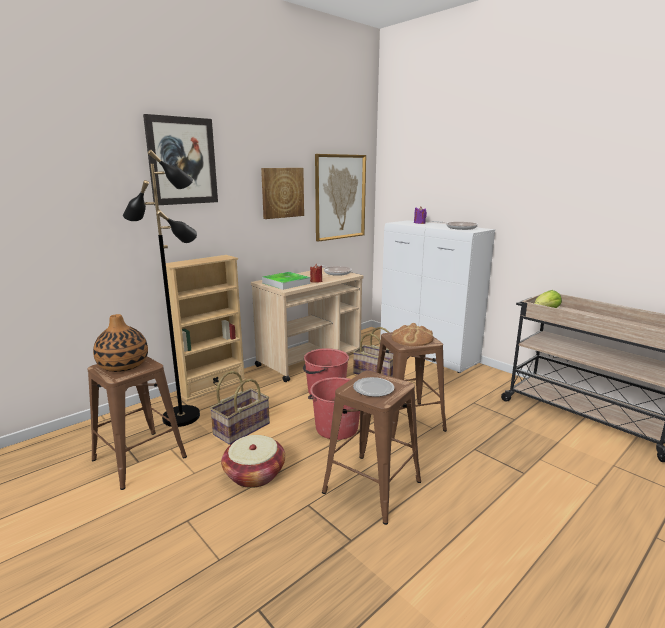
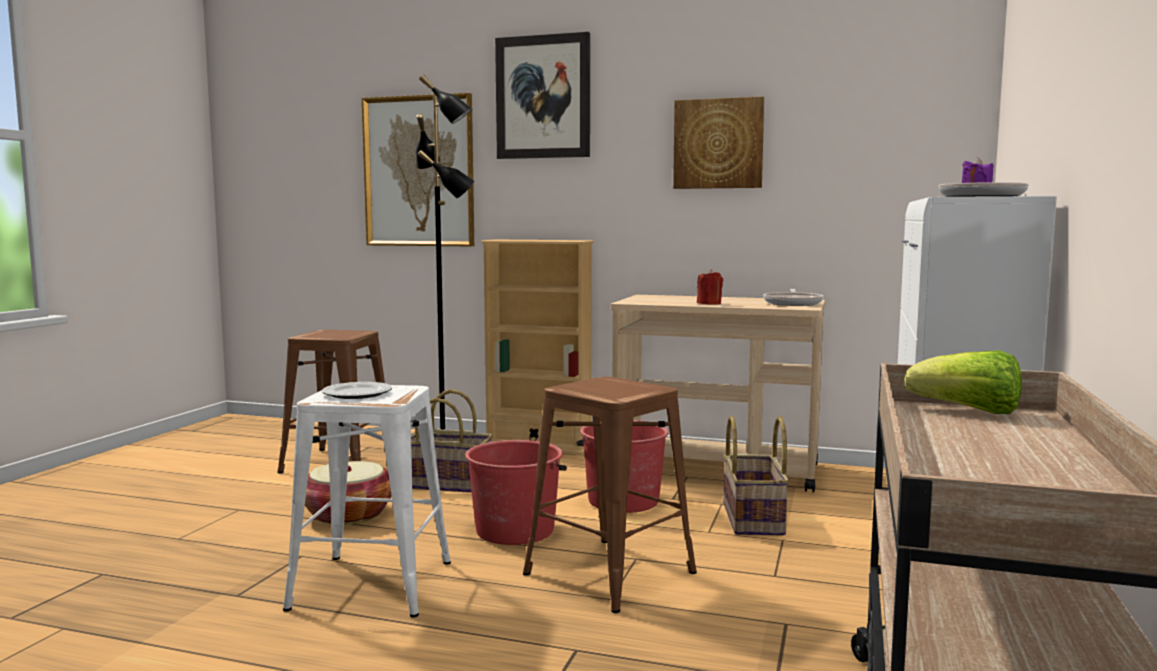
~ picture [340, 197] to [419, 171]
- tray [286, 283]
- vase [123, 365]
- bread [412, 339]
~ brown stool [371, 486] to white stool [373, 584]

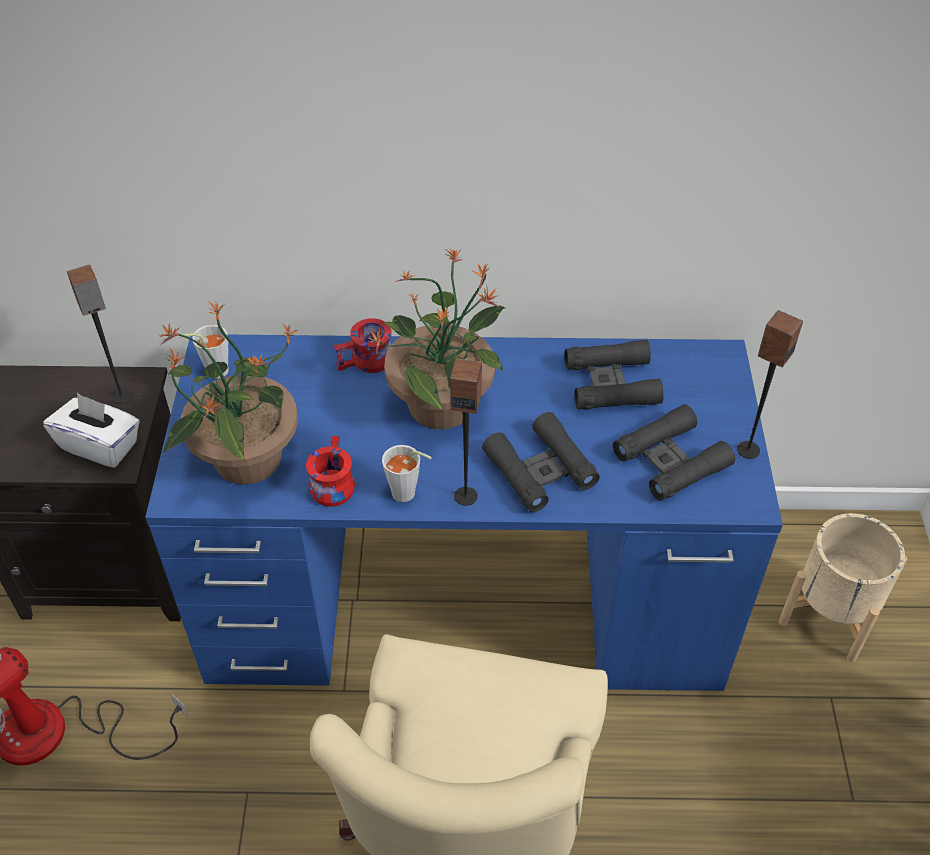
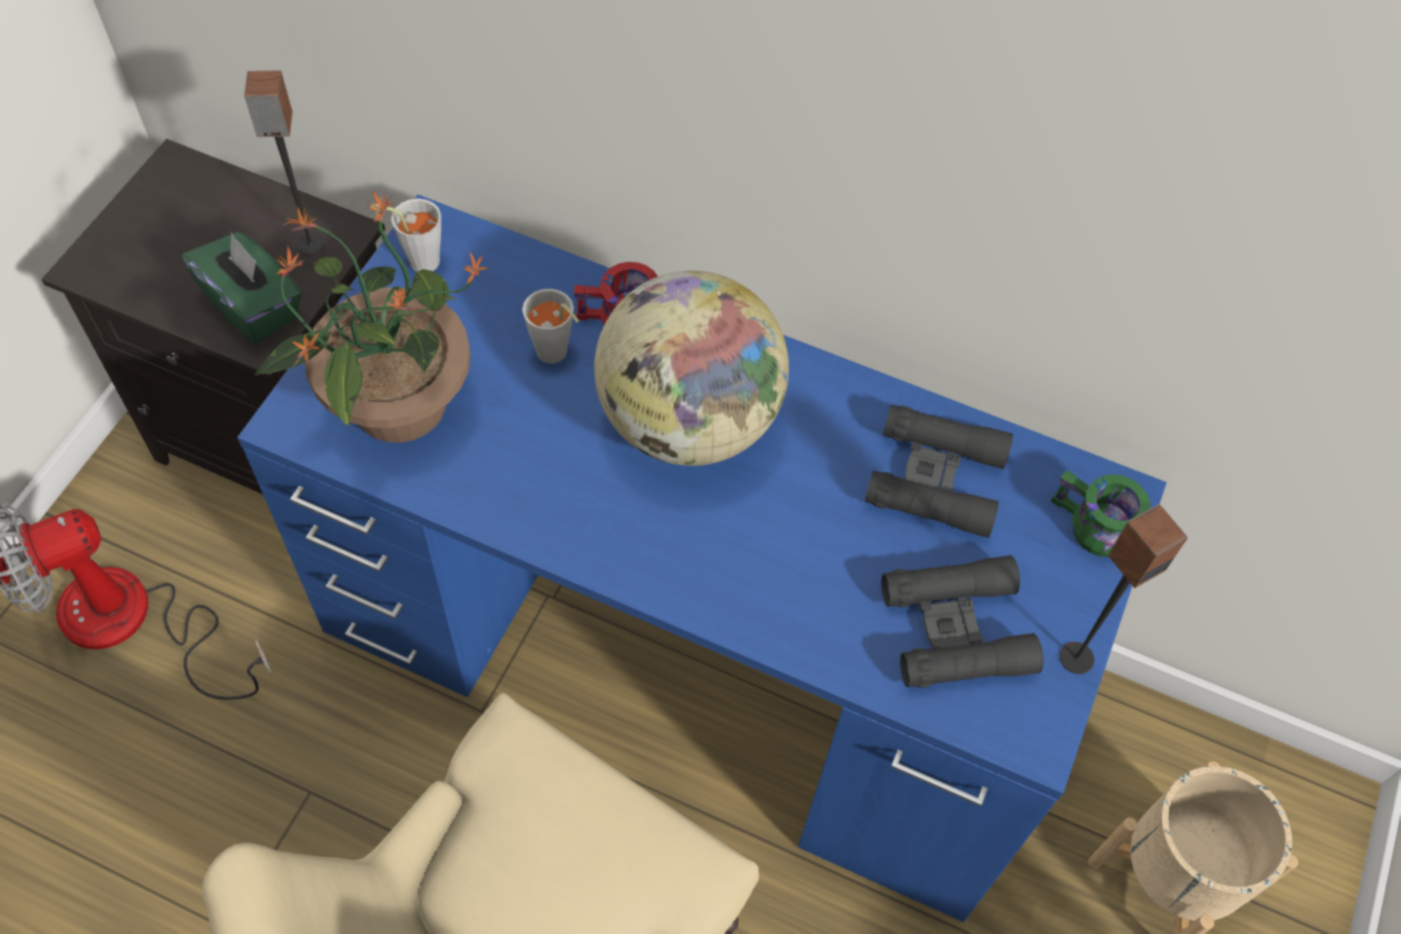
~ potted plant [443, 404] to globe [688, 422]
- speaker [466, 496]
~ white tissue box [100, 445] to green tissue box [253, 306]
- black binoculars [540, 470]
- red mug [330, 483]
~ grey cup [408, 495] to [555, 356]
+ green mug [1090, 528]

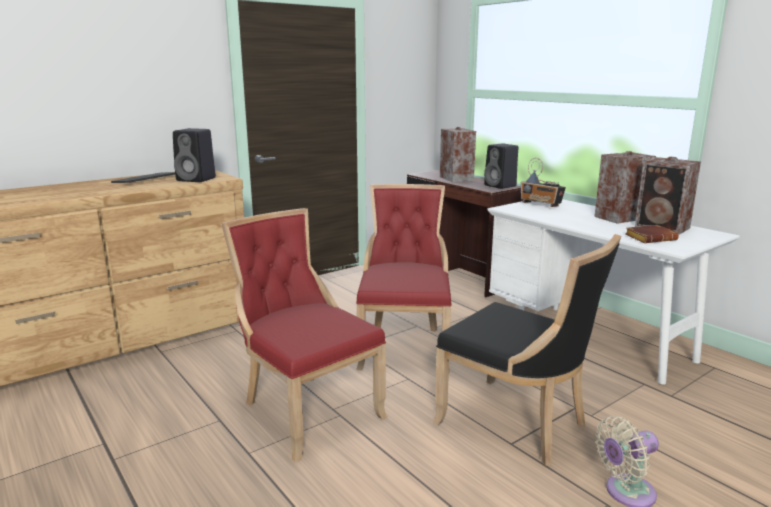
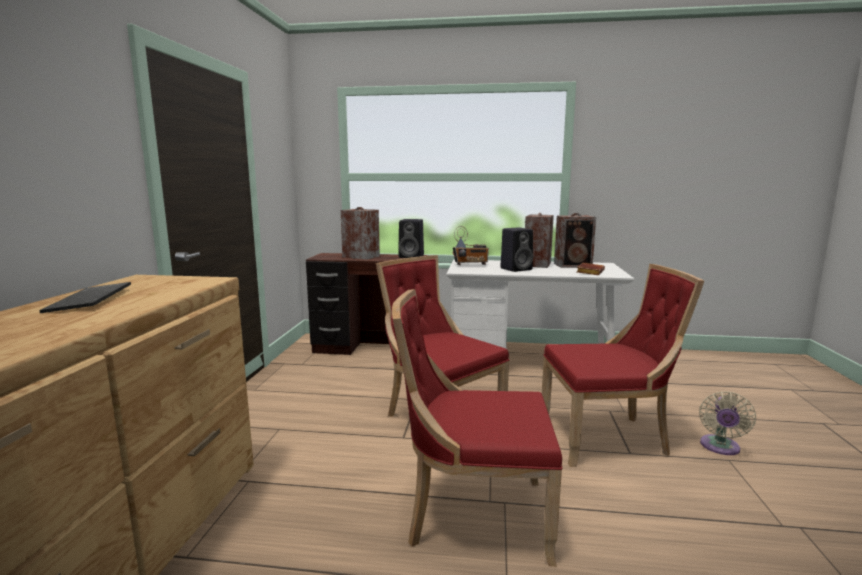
~ black speaker [197, 179] to [516, 269]
~ black chair [517, 424] to red chair [607, 438]

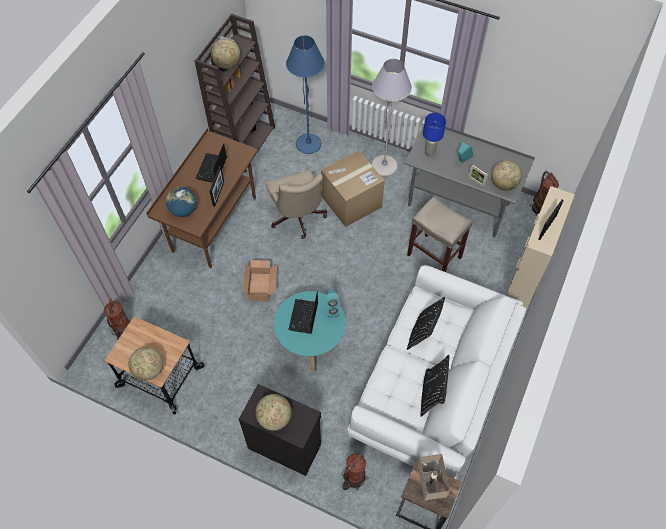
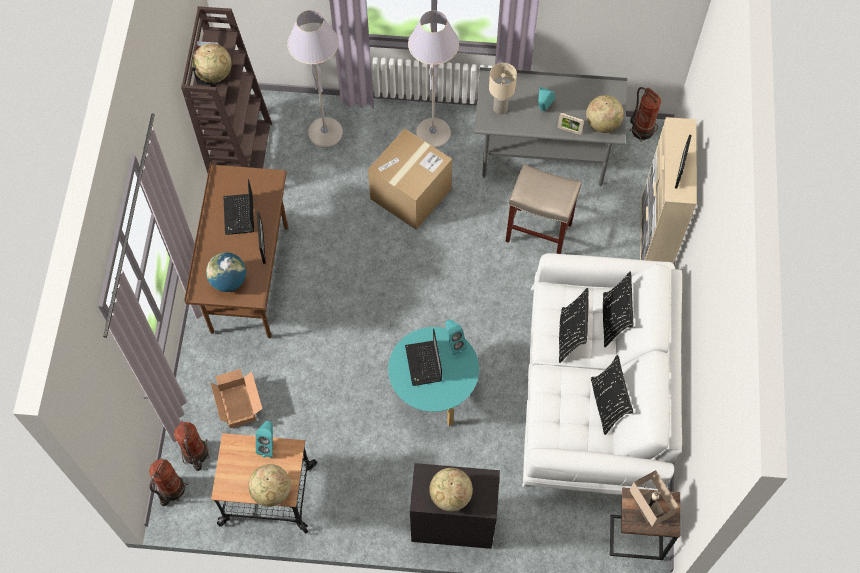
~ blue floor lamp [309, 144] to grey floor lamp [325, 133]
~ blue table lamp [429, 151] to beige table lamp [500, 108]
- beige office chair [297, 219]
~ cardboard box [261, 286] to [239, 404]
~ fire extinguisher [353, 478] to [171, 490]
+ black pillow [614, 320]
+ turquoise speaker [268, 445]

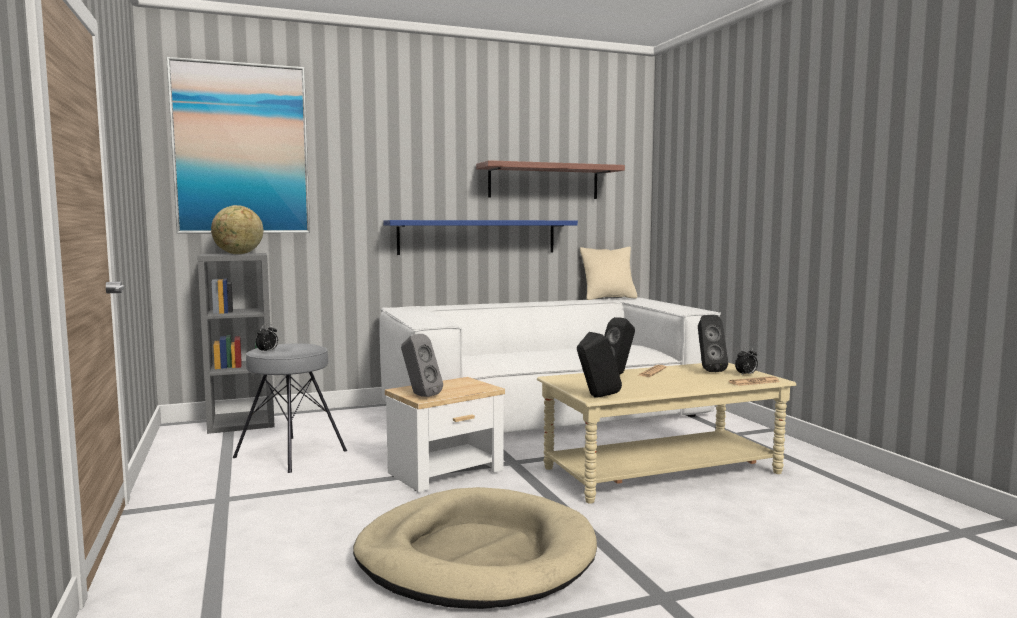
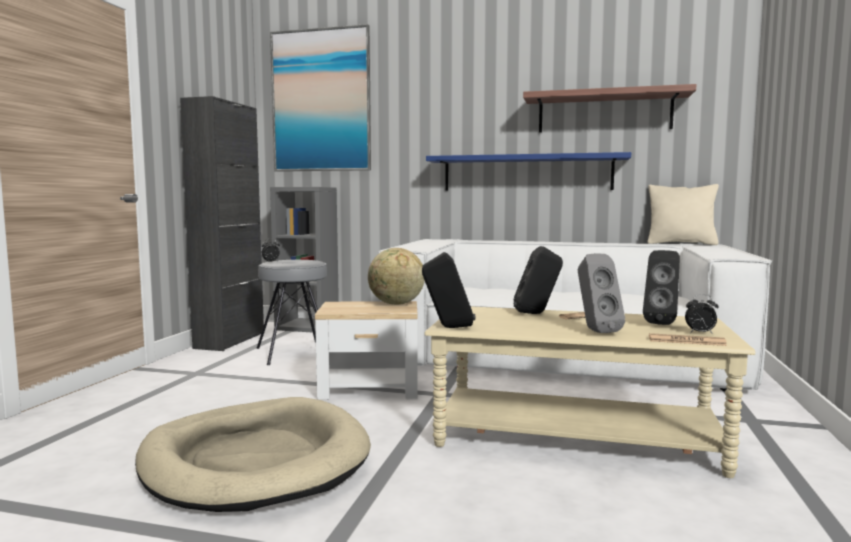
~ globe [238, 254] to [396, 304]
~ grey speaker [420, 395] to [595, 331]
+ black cabinet [230, 341]

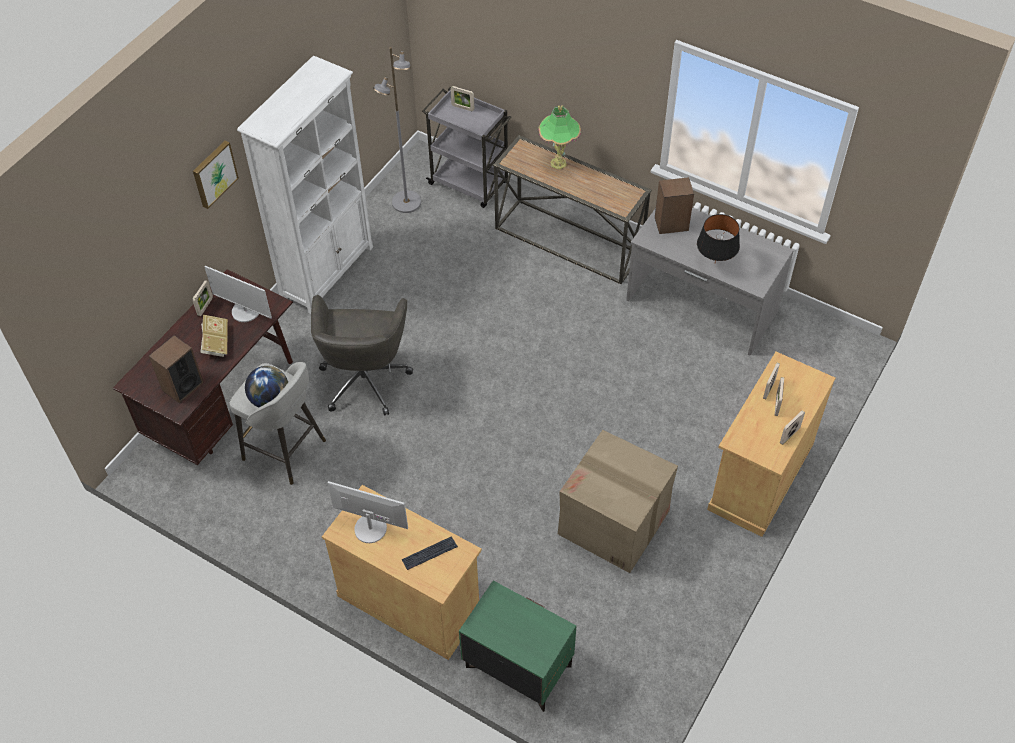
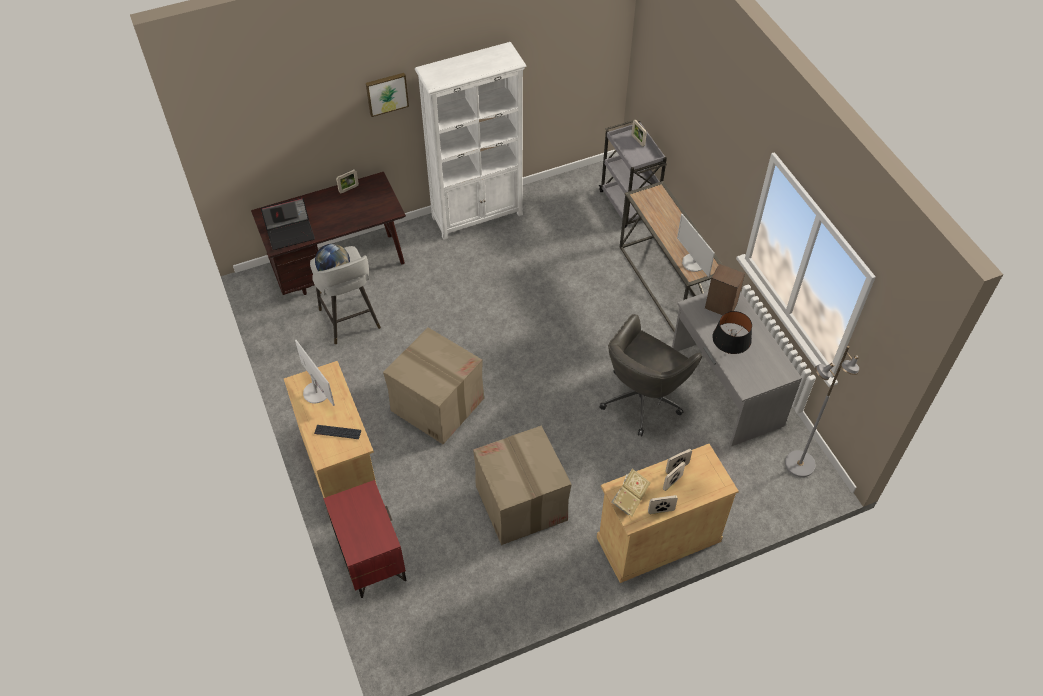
~ grey floor lamp [406, 203] to [799, 464]
- table lamp [558, 163]
~ monitor [246, 311] to [693, 263]
~ grey office chair [365, 378] to [642, 398]
~ book [216, 343] to [629, 498]
~ speaker [182, 386] to laptop [291, 232]
~ green nightstand [517, 667] to red nightstand [370, 557]
+ cardboard box [437, 404]

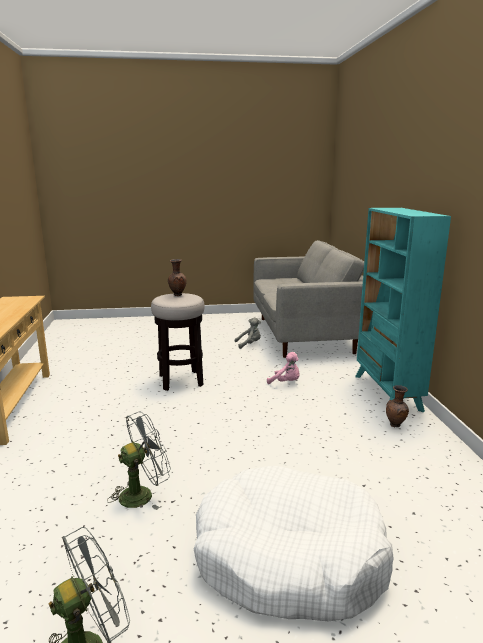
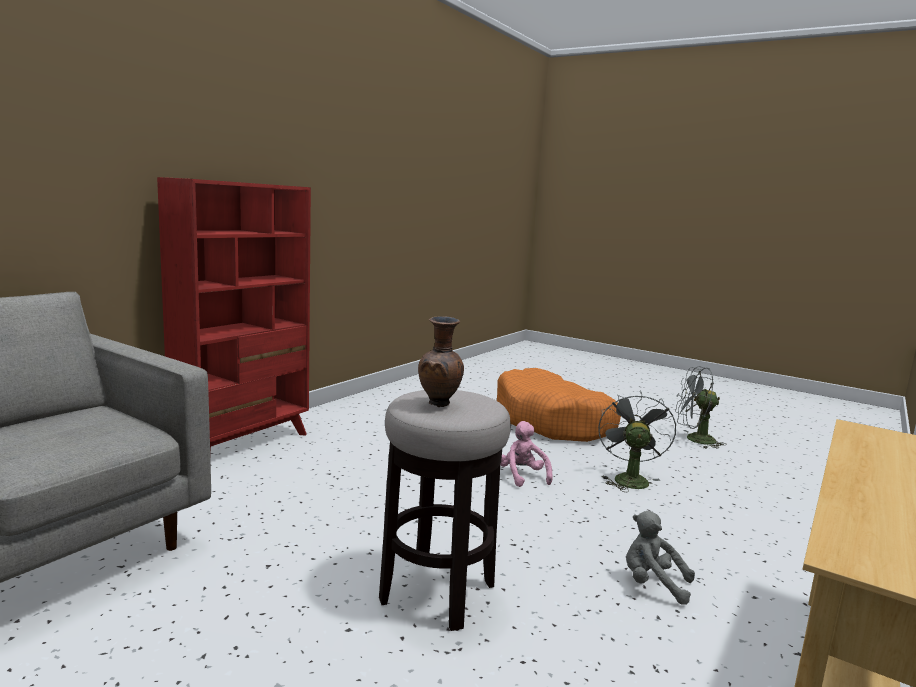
~ turquoise bookcase [387, 393] to red bookcase [244, 444]
~ grey plush toy [249, 344] to [652, 584]
~ pink plush toy [286, 382] to [522, 476]
- brown vase [396, 425]
~ grey fan [142, 494] = [628, 478] 90 degrees clockwise
~ white dog bed [289, 558] to orange dog bed [553, 422]

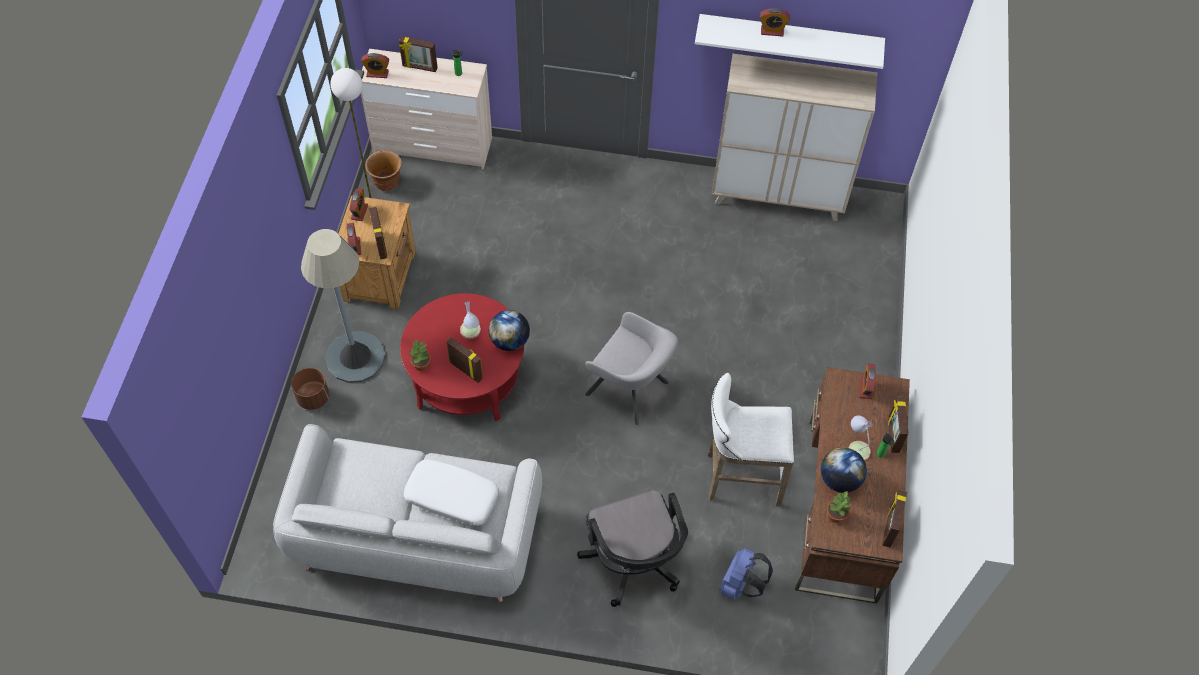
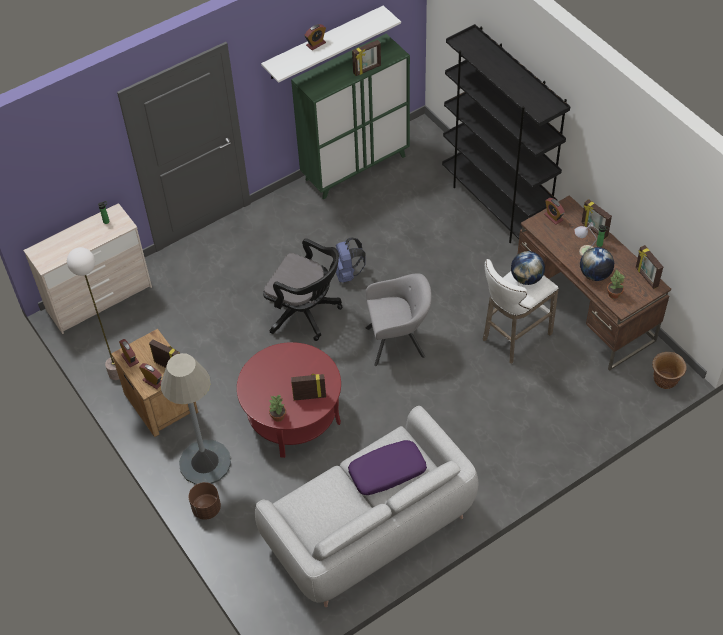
~ picture frame [419, 67] to [367, 70]
- alarm clock [377, 73]
~ beige cabinet [778, 196] to green cabinet [355, 167]
~ brown planter [386, 182] to [664, 380]
- table lamp [471, 334]
~ globe [510, 341] to [526, 278]
~ white pillow [451, 497] to purple pillow [387, 472]
~ black office chair [634, 564] to [306, 313]
~ blue backpack [741, 585] to [347, 273]
+ black bookcase [496, 206]

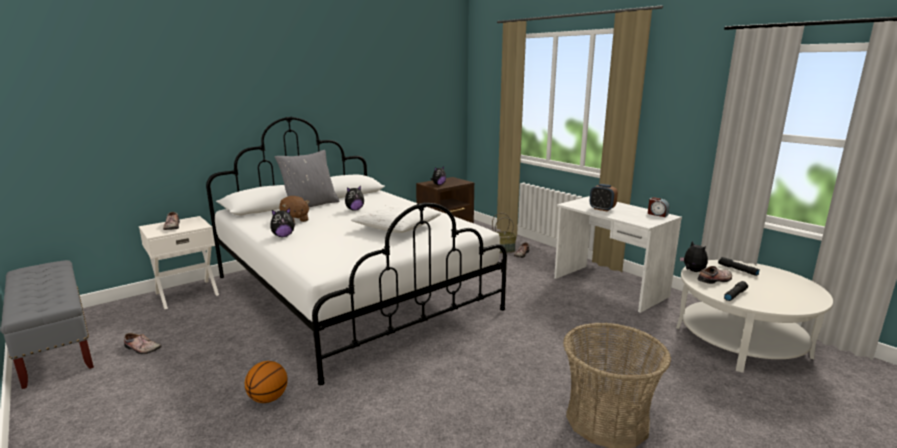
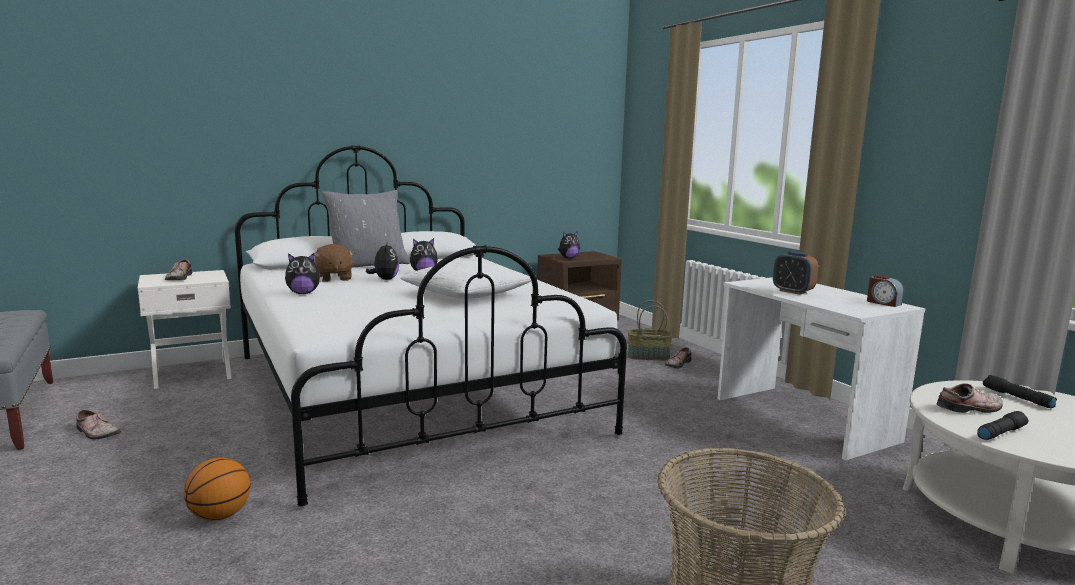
~ plush toy [692, 271] to [385, 279]

